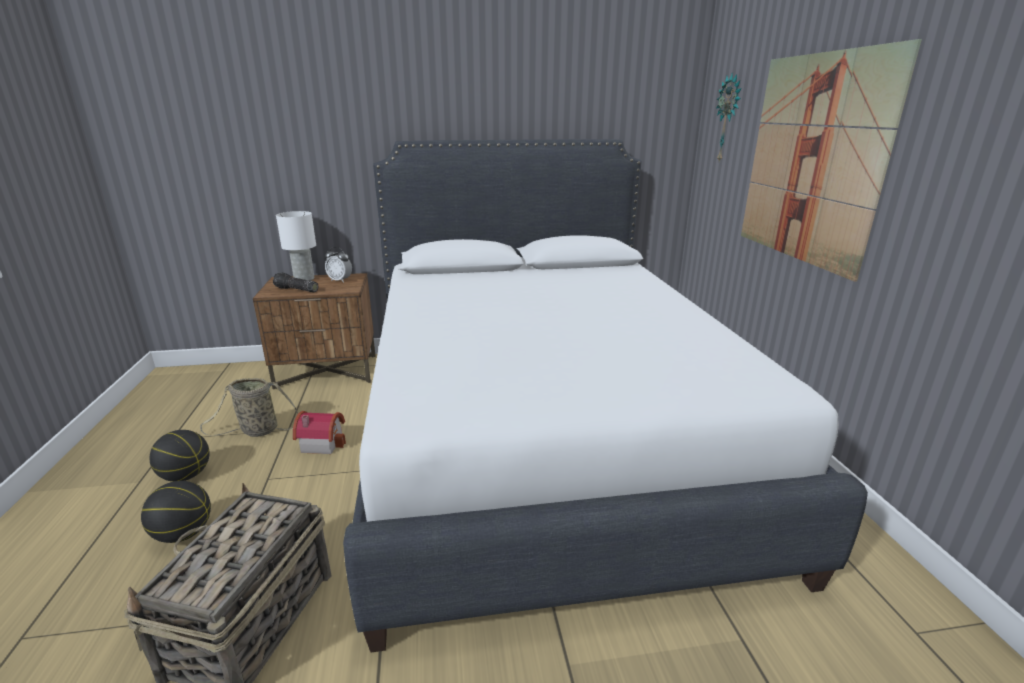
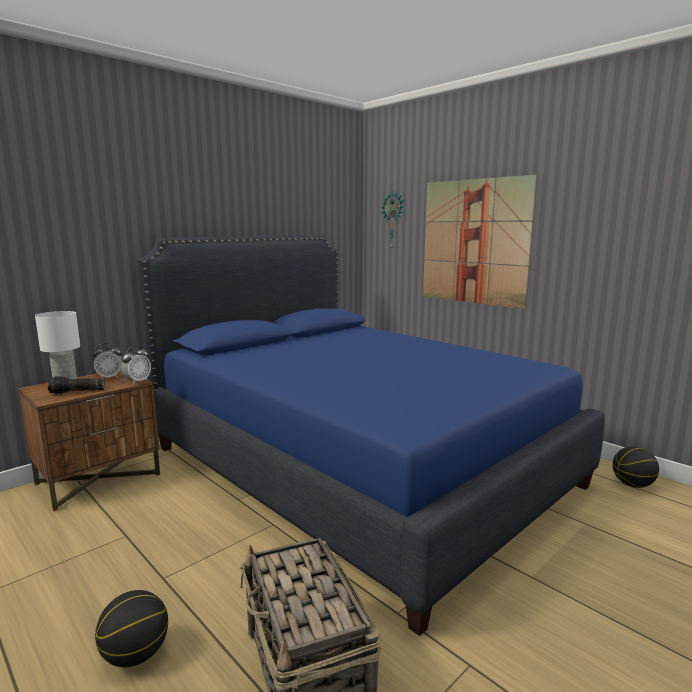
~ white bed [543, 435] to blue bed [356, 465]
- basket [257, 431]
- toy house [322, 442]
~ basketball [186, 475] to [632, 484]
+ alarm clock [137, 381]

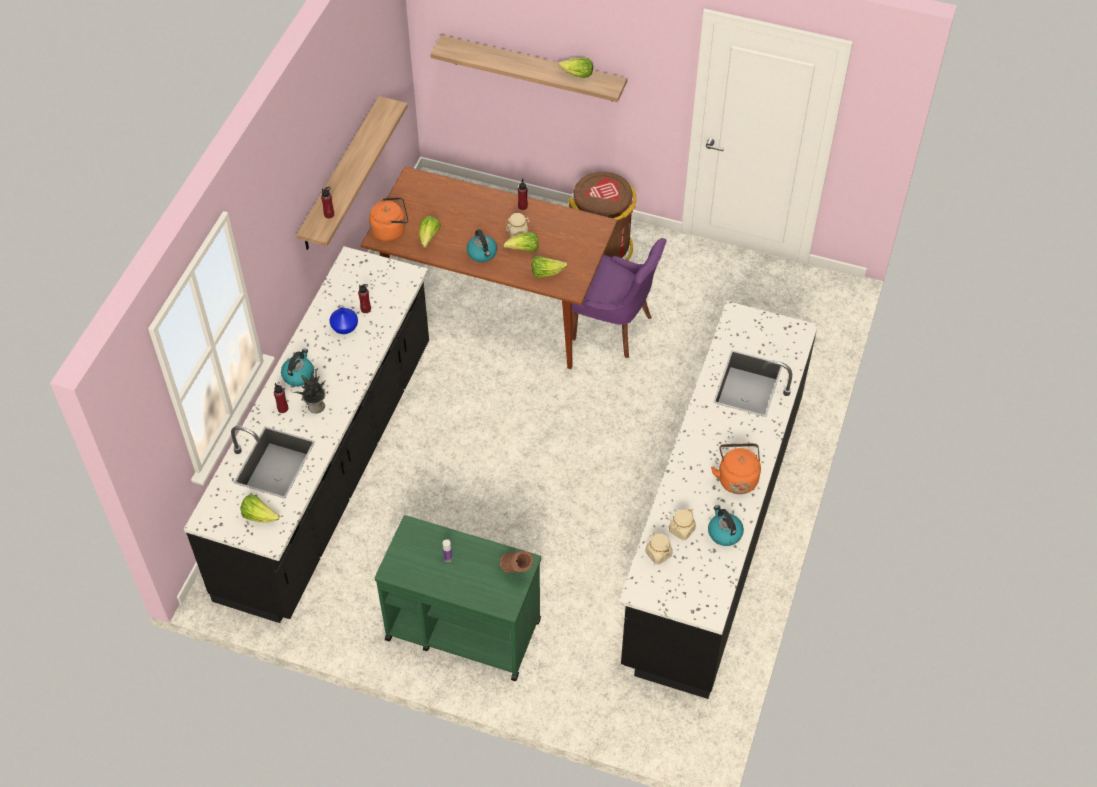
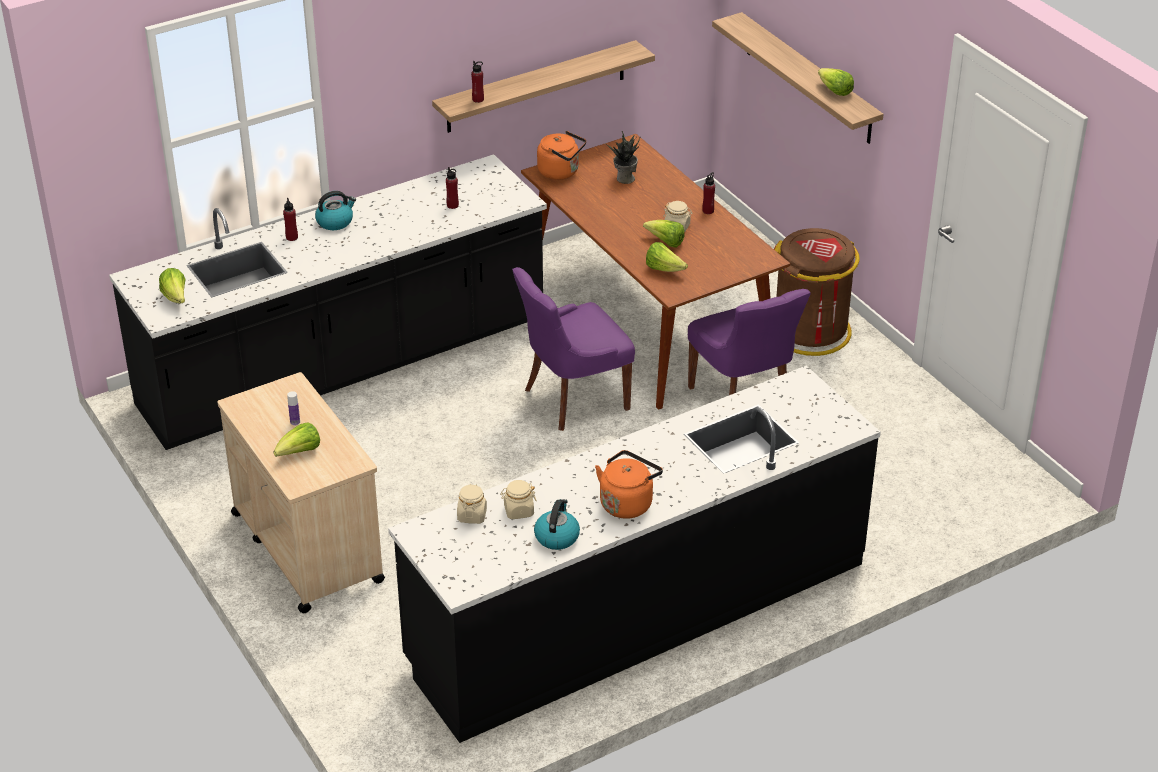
~ lettuce [429, 238] to [299, 452]
- kettle [482, 253]
- blue vase [344, 328]
~ potted plant [316, 407] to [625, 179]
~ green cart [462, 629] to beige cart [306, 546]
- brown vase [516, 572]
+ purple chair [573, 399]

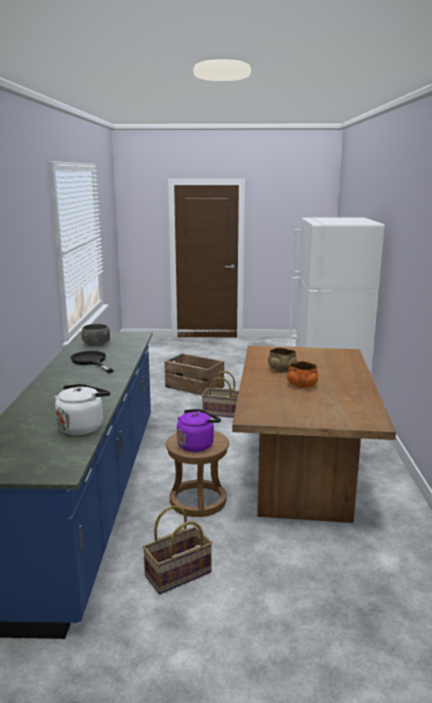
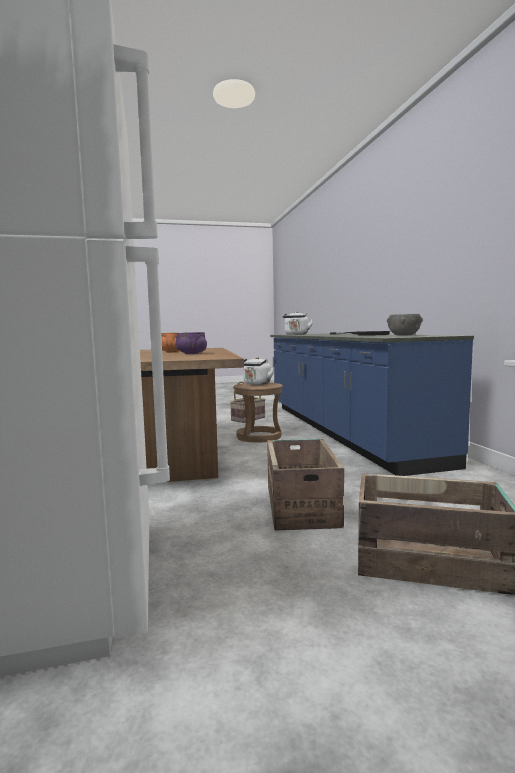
~ beige bowl [281, 370] to purple bowl [191, 353]
~ basket [221, 413] to crate [302, 506]
~ purple kettle [197, 445] to white kettle [256, 384]

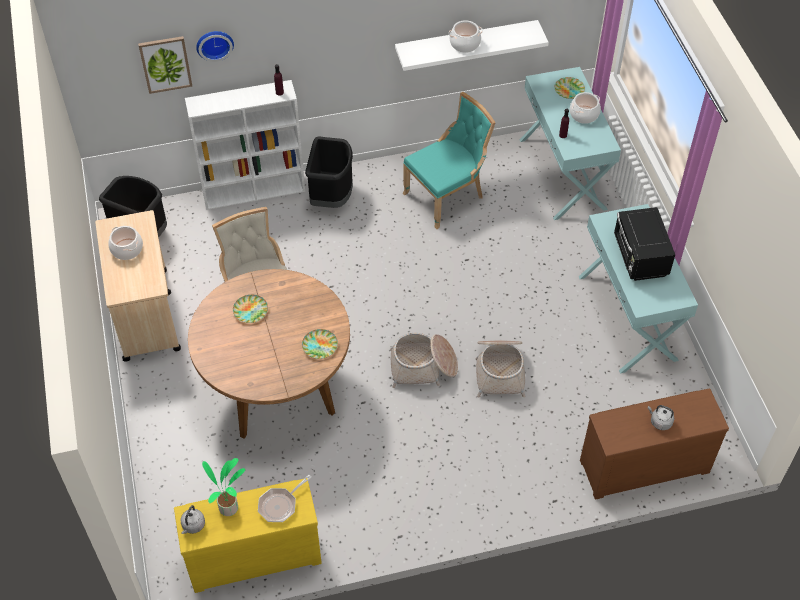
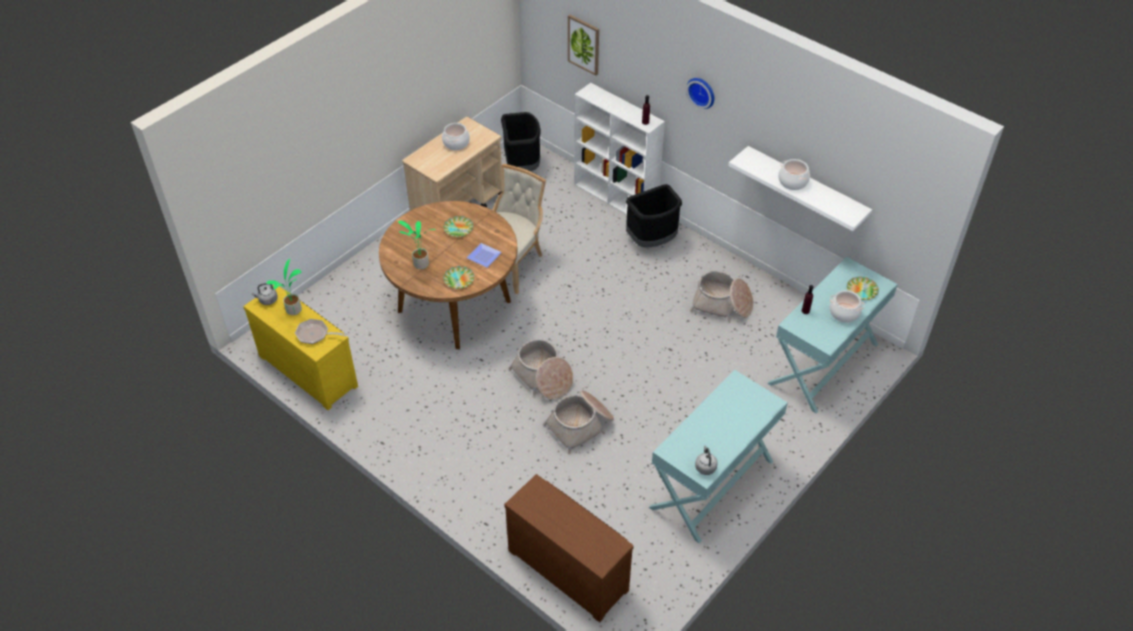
~ wall clock [214, 43] to [702, 91]
~ turquoise chair [447, 196] to basket [722, 304]
- black microwave [640, 258]
~ grey kettle [659, 422] to [705, 466]
+ potted plant [420, 264]
+ plate [485, 256]

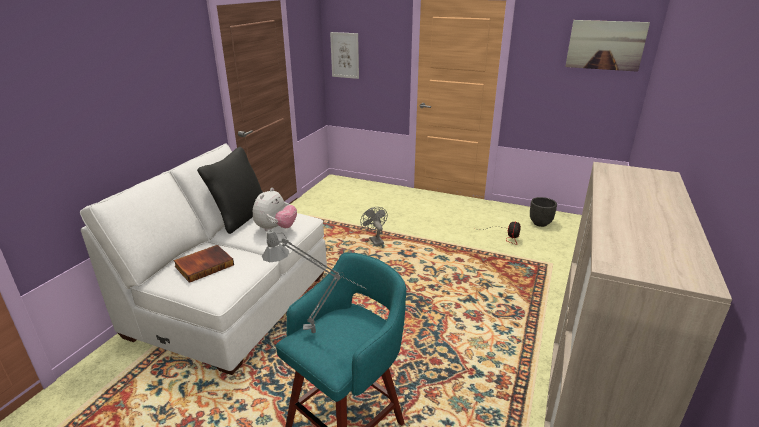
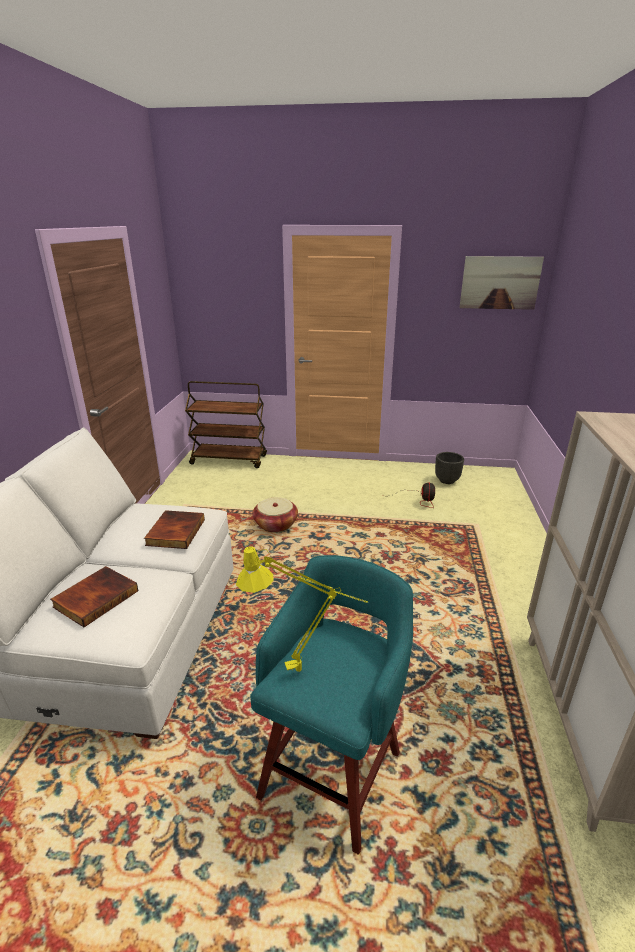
- picture [345, 55]
- black pillow [240, 217]
~ plush toy [276, 229] to book [175, 532]
~ grey fan [375, 240] to basket [275, 524]
~ grey table lamp [320, 333] to yellow table lamp [306, 669]
+ brown cart [229, 460]

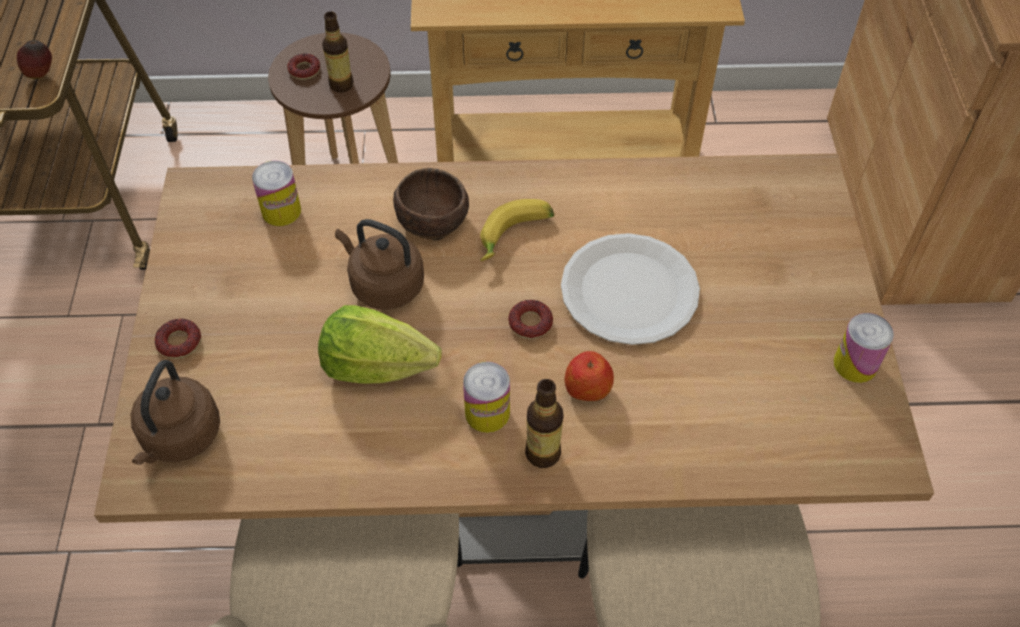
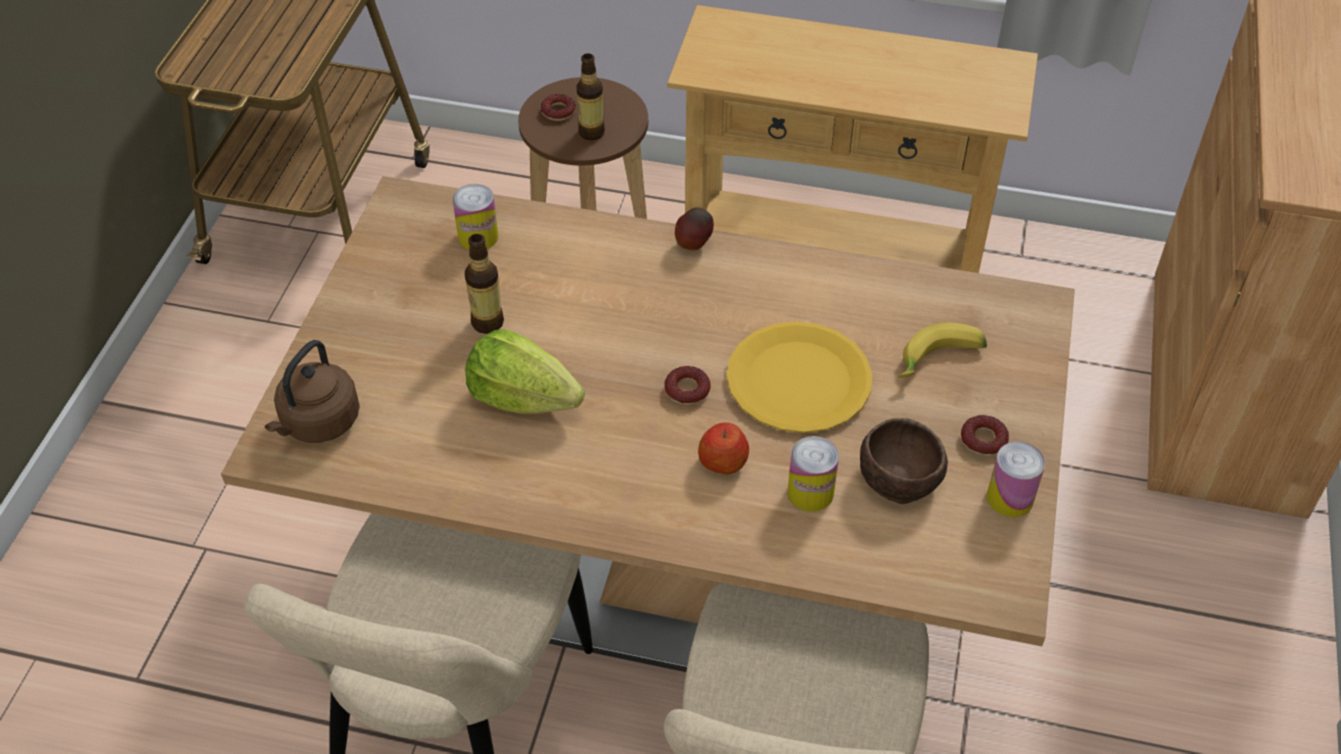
~ apple [41, 74] to [694, 245]
~ brown bowl [432, 218] to [899, 476]
~ banana [515, 237] to [940, 361]
- brown kettle [384, 285]
~ white plate [629, 291] to yellow plate [799, 380]
~ donut [179, 342] to [983, 440]
~ can [487, 413] to [810, 492]
~ bottle [543, 453] to [487, 323]

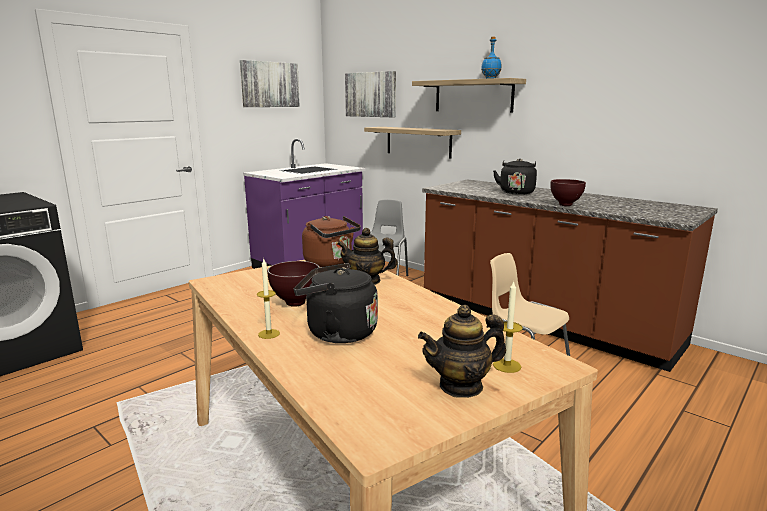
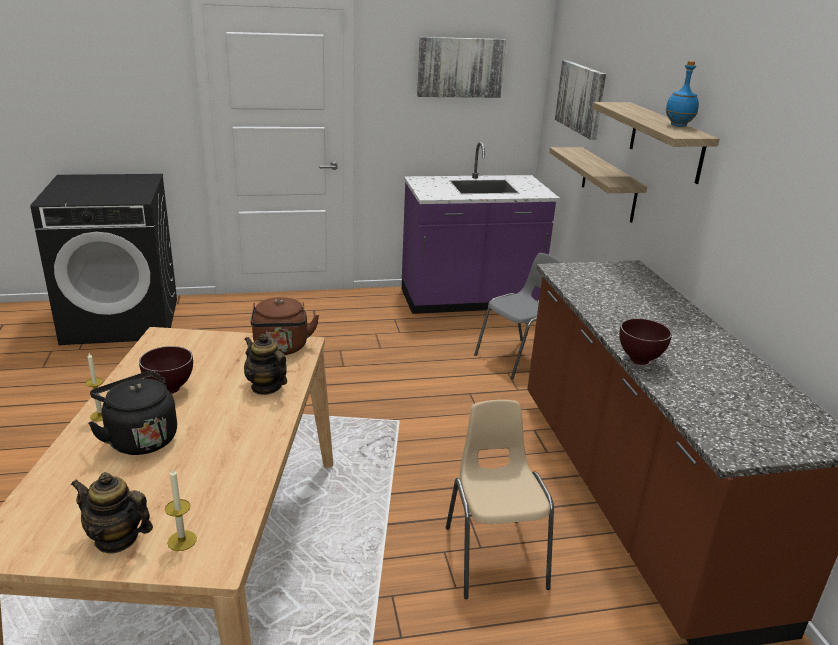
- black kettle [516, 192]

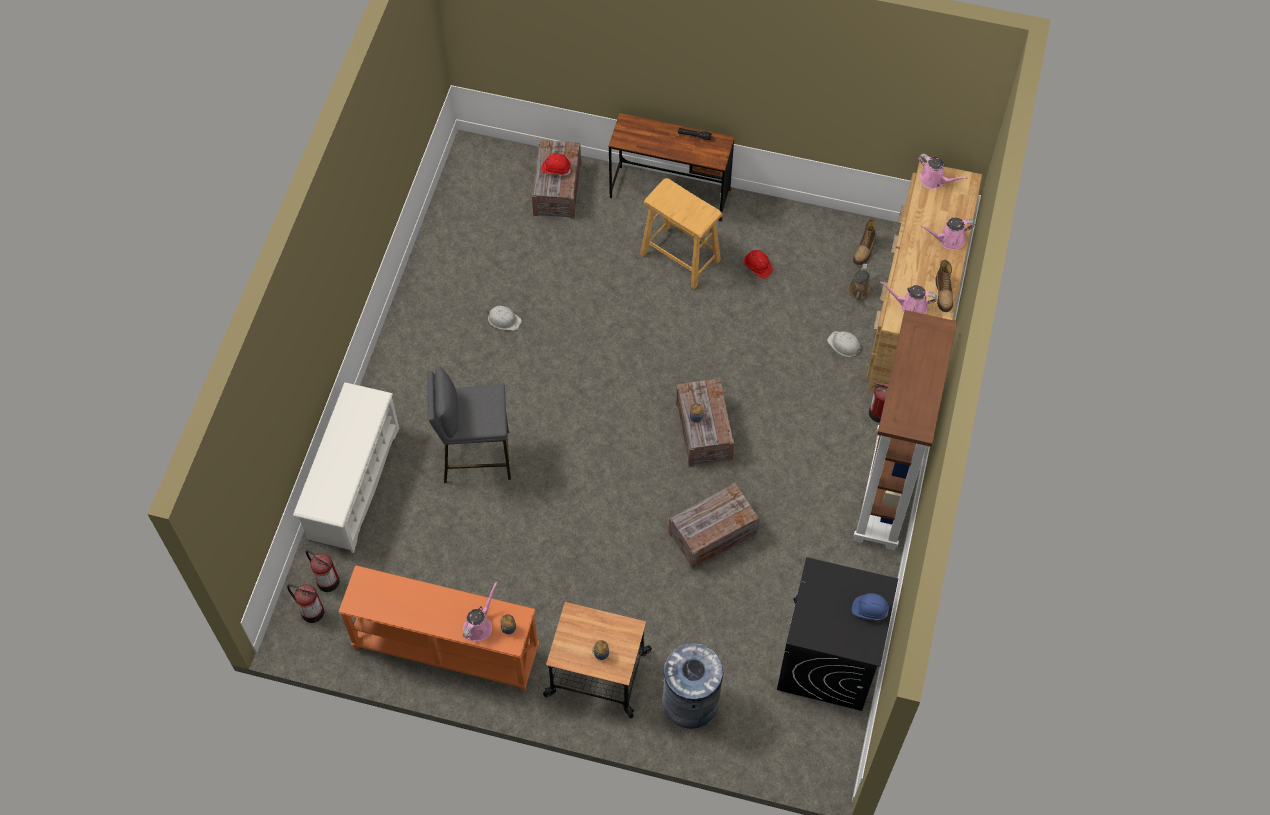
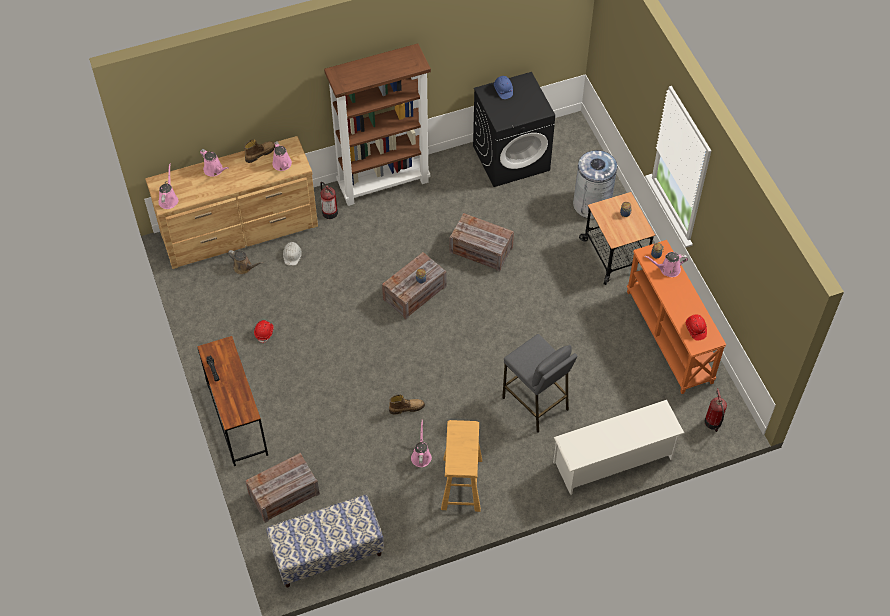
~ red hard hat [556, 168] to [695, 329]
~ beige stool [680, 256] to [461, 484]
~ boot [864, 250] to [406, 407]
~ brown watering can [858, 292] = [244, 267] 45 degrees clockwise
~ white hard hat [504, 319] to pink watering can [421, 455]
- fire extinguisher [326, 580]
+ bench [327, 553]

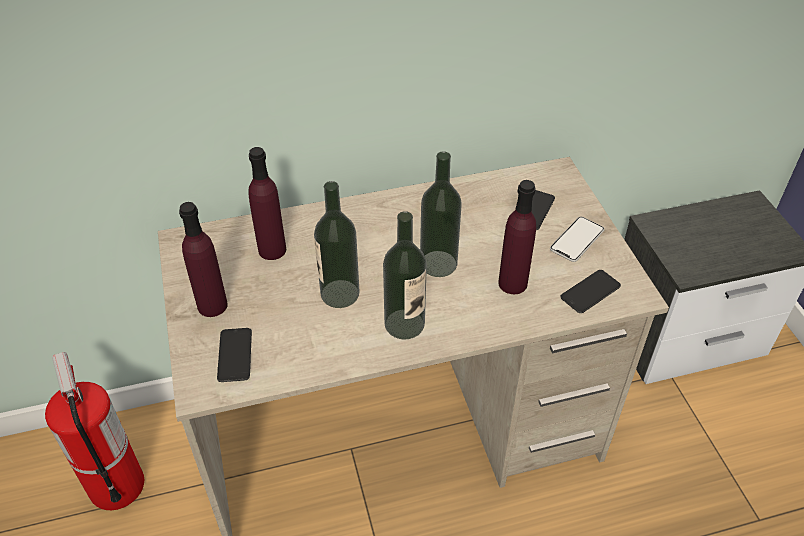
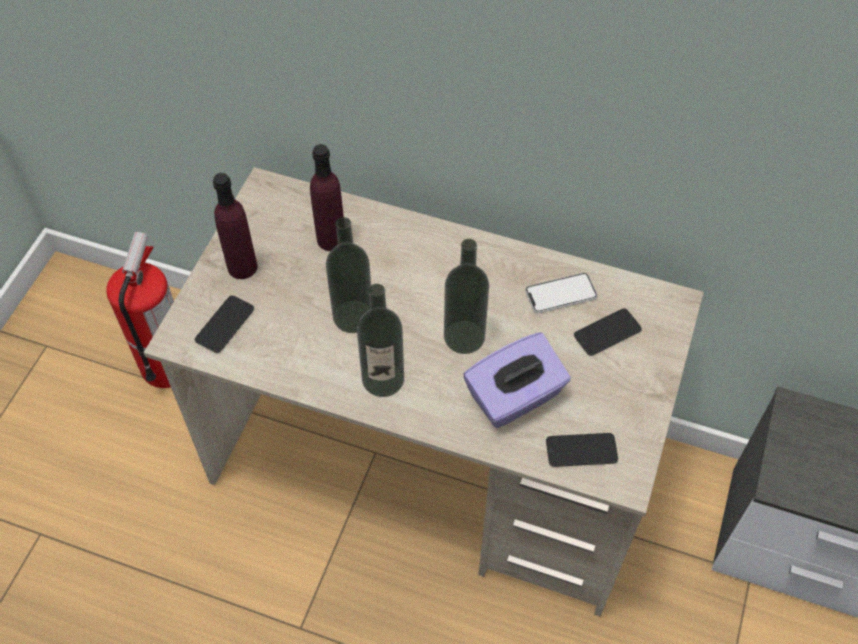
~ purple bottle [512, 283] to purple tissue box [515, 397]
~ phone [577, 240] to [561, 294]

